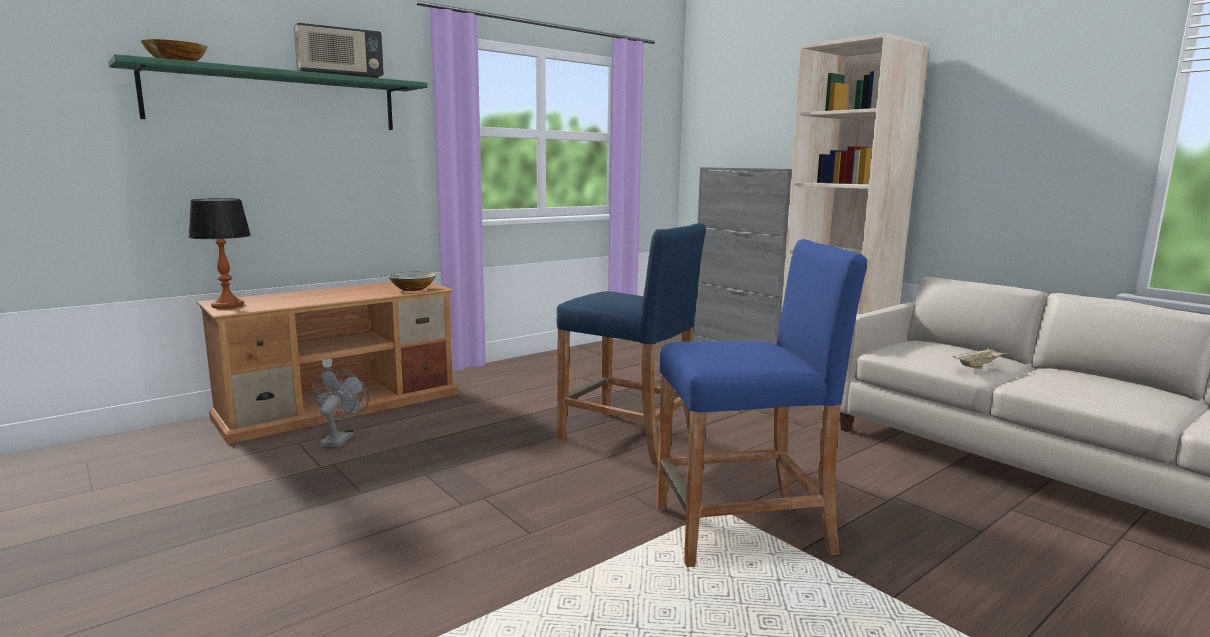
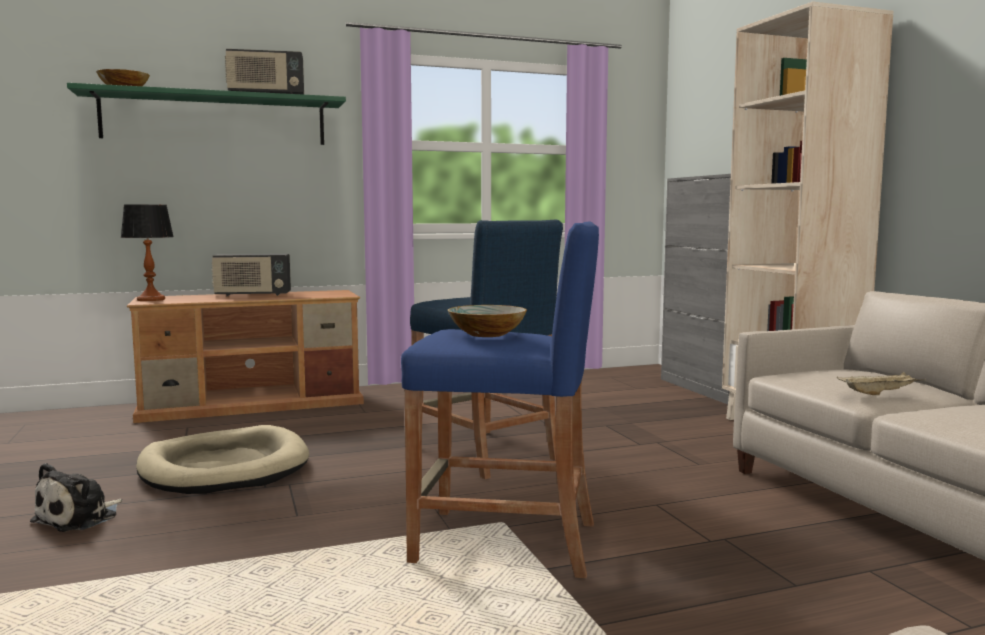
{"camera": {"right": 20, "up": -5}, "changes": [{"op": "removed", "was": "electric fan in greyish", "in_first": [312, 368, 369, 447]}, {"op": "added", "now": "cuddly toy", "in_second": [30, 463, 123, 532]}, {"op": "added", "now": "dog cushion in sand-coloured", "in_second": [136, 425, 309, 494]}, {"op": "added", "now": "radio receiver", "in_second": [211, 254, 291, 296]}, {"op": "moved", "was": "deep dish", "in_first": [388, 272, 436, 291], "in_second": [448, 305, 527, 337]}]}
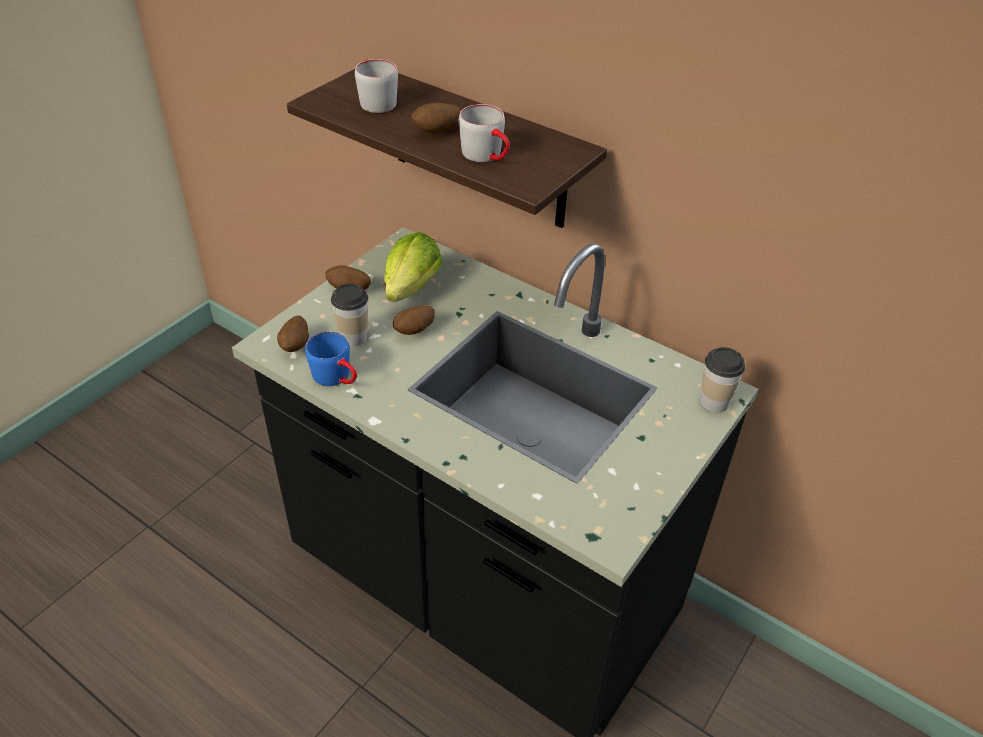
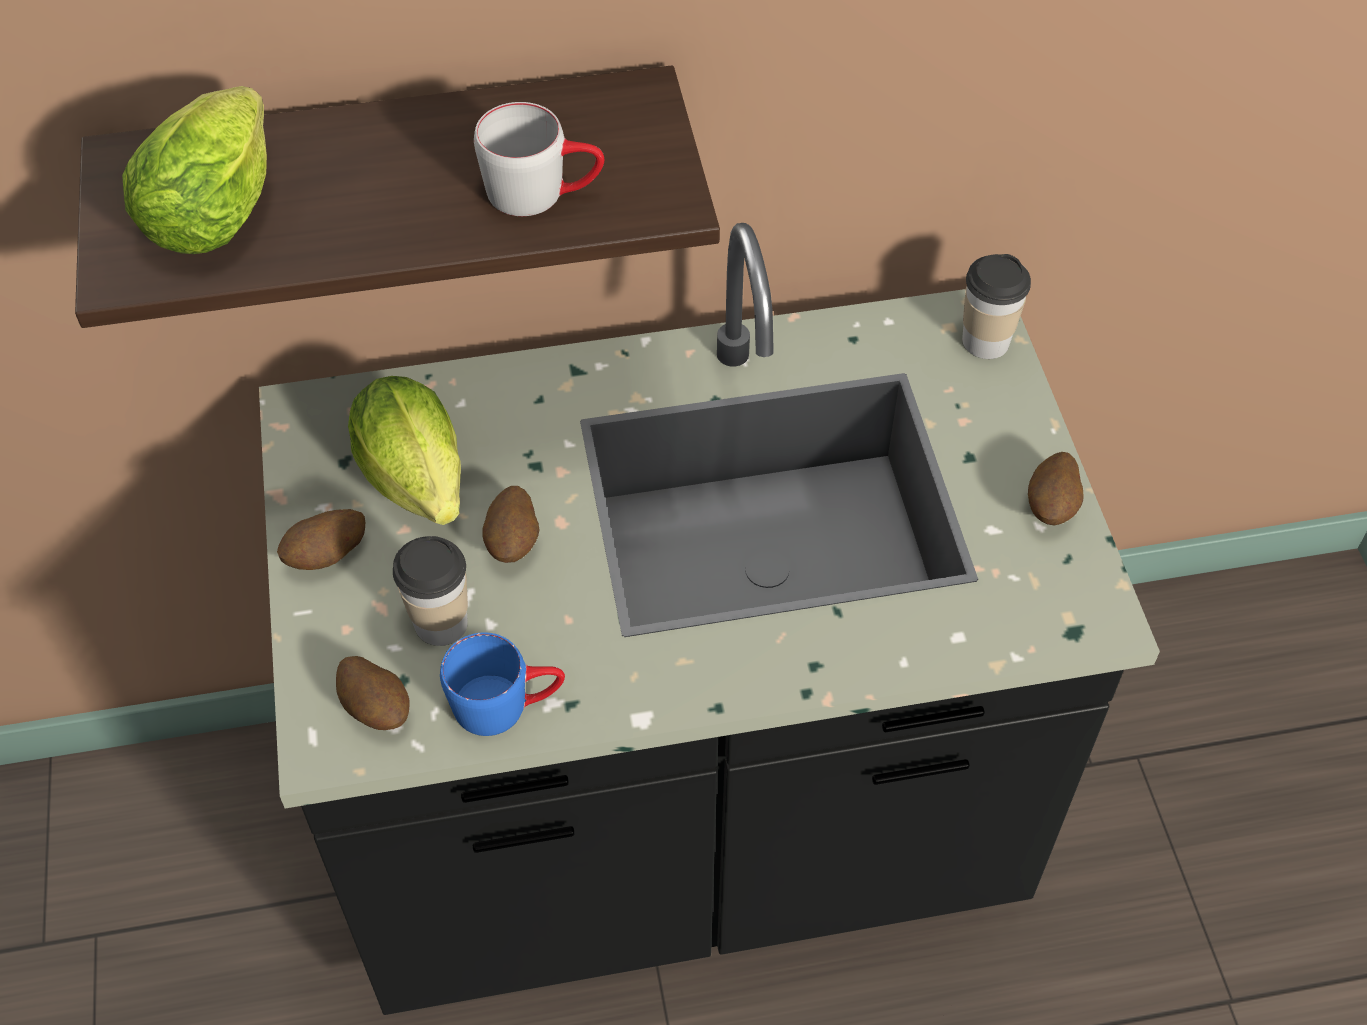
{"camera": {"right": -45, "up": 10}, "changes": [{"op": "moved", "was": "potato", "in_first": [411, 103, 461, 134], "in_second": [1028, 452, 1083, 525]}, {"op": "replaced", "was": "coffee mug in greyish", "now": "head of lettuce", "in_first": [355, 59, 398, 113], "in_second": [122, 86, 267, 254]}]}
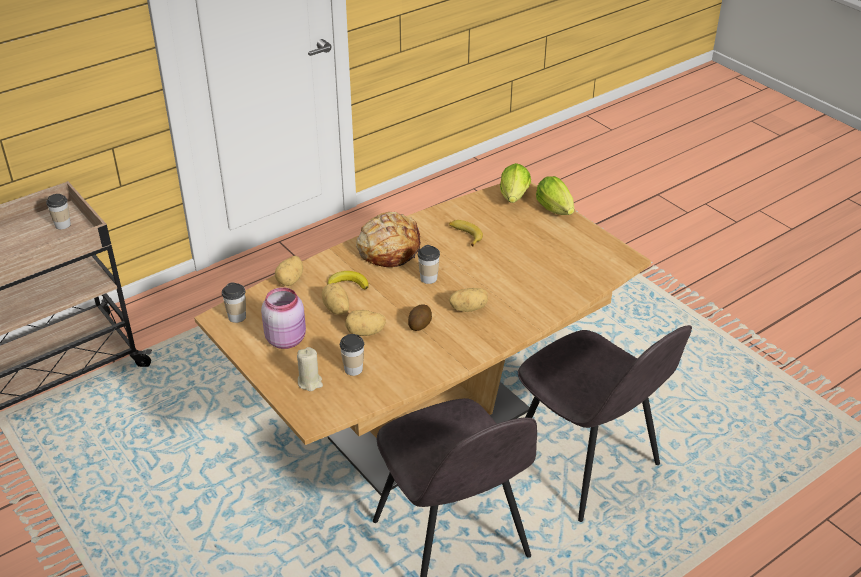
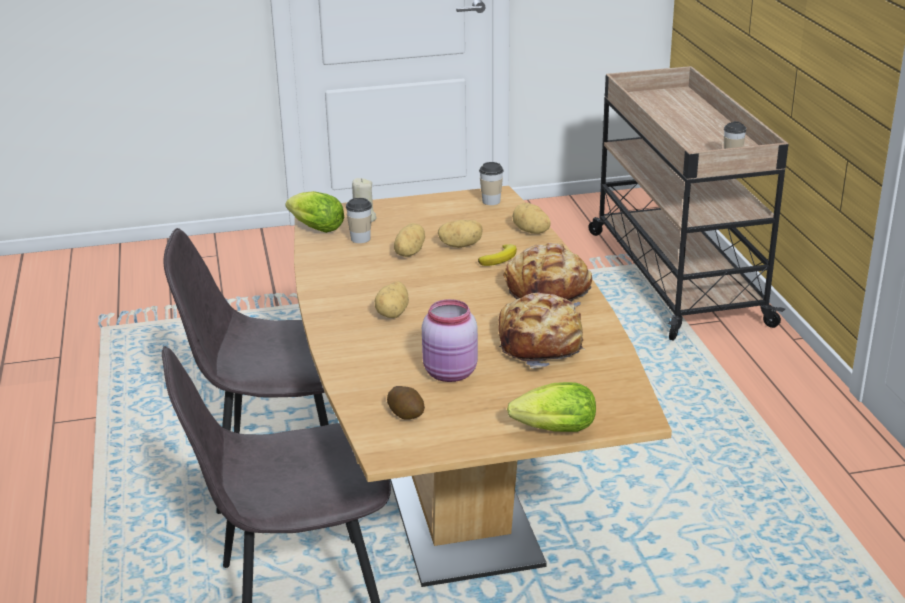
{"camera": {"right": 115, "up": -10}, "changes": [{"op": "removed", "was": "cup", "in_first": [418, 245, 440, 284]}, {"op": "moved", "was": "jar in pinkish", "in_first": [261, 287, 306, 349], "in_second": [422, 299, 478, 382]}, {"op": "moved", "was": "potato", "in_first": [408, 305, 432, 331], "in_second": [387, 386, 425, 420]}, {"op": "moved", "was": "head of lettuce", "in_first": [500, 163, 531, 203], "in_second": [285, 191, 344, 233]}, {"op": "replaced", "was": "banana", "now": "bread", "in_first": [449, 220, 483, 246], "in_second": [498, 292, 586, 369]}]}
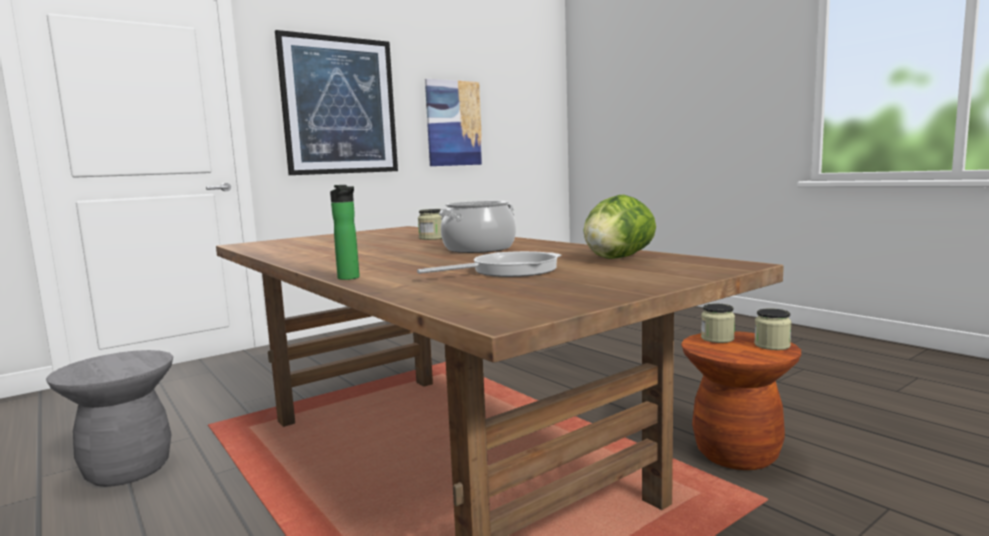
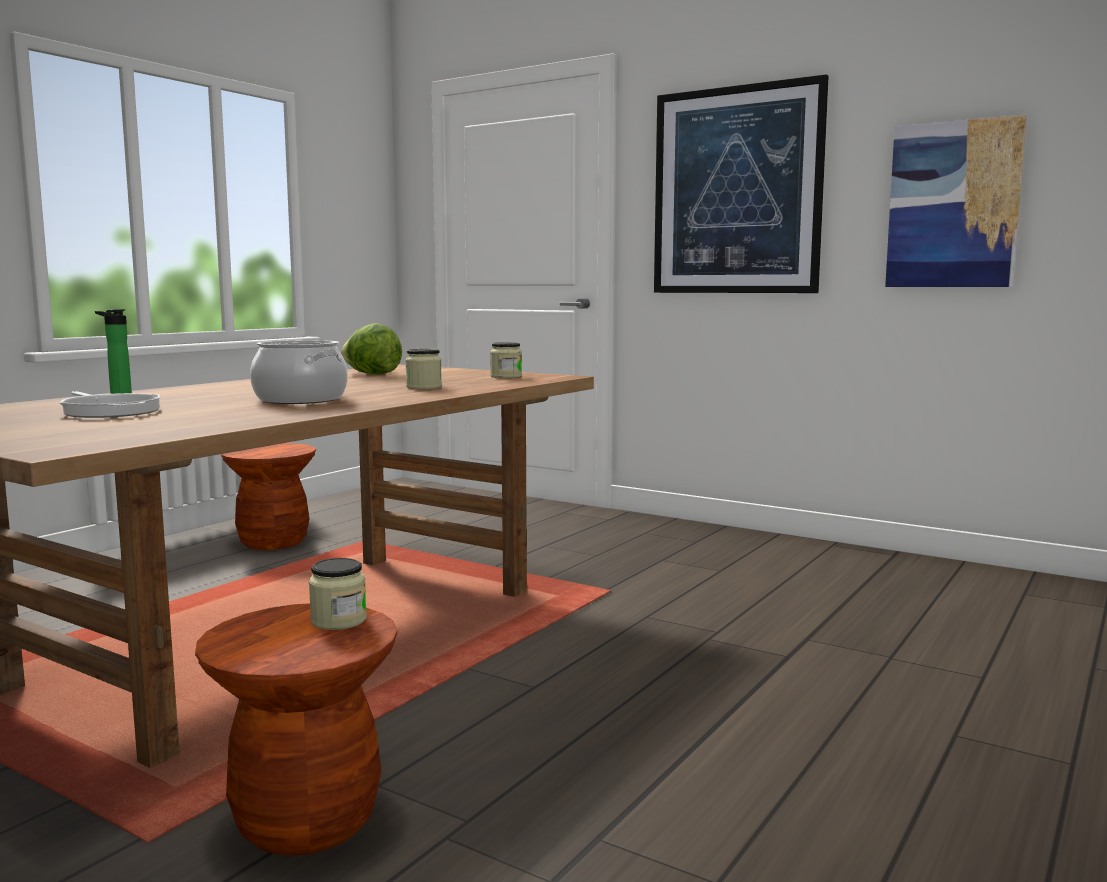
{"camera": {"right": 70, "up": 0}, "changes": [{"op": "moved", "was": "head of lettuce", "in_first": [583, 195, 656, 259], "in_second": [341, 323, 402, 375]}, {"op": "moved", "was": "jar", "in_first": [754, 308, 792, 350], "in_second": [490, 342, 522, 378]}, {"op": "recoloured", "was": "sitting stool in greyish", "now": "sitting stool in brownish", "in_first": [46, 350, 173, 487], "in_second": [221, 443, 316, 550]}]}
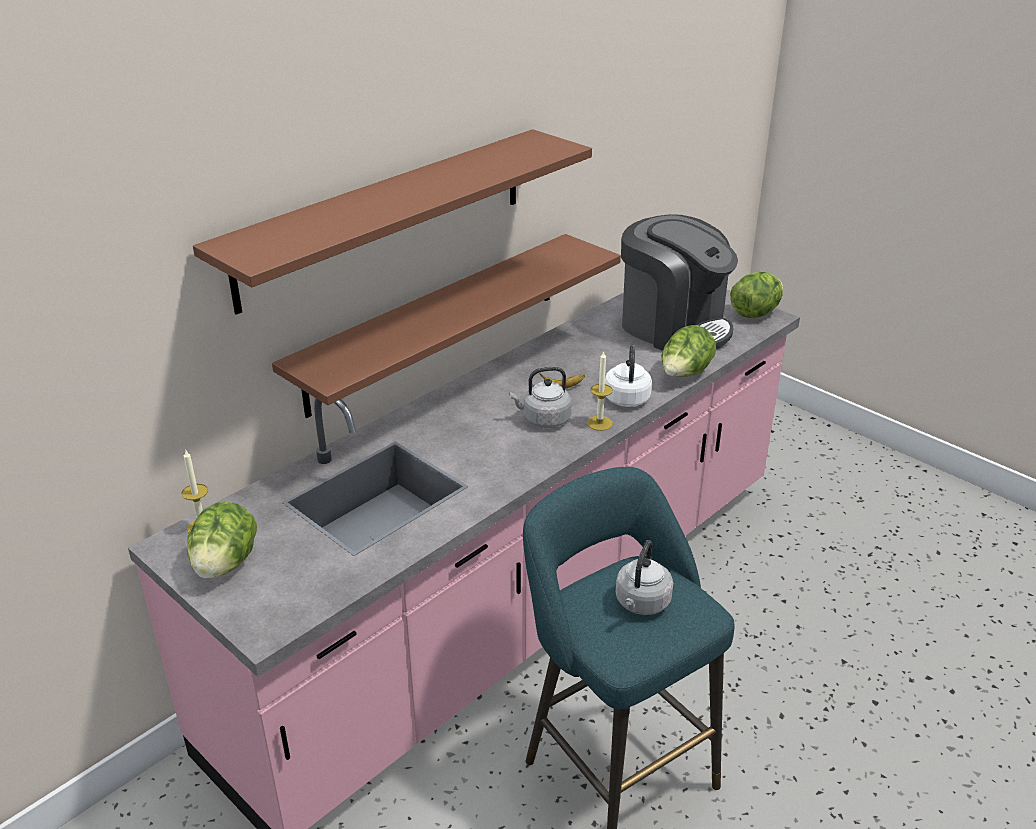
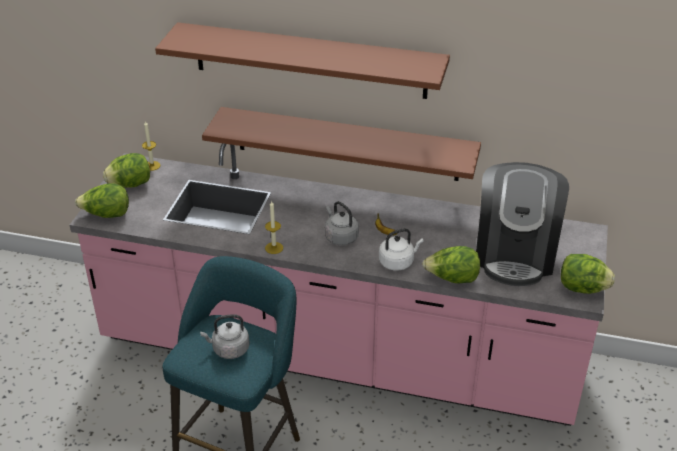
{"camera": {"right": 60, "up": 5}, "changes": [{"op": "added", "now": "head of lettuce", "in_second": [75, 183, 129, 218]}, {"op": "moved", "was": "wax light", "in_first": [587, 351, 613, 431], "in_second": [265, 200, 283, 254]}]}
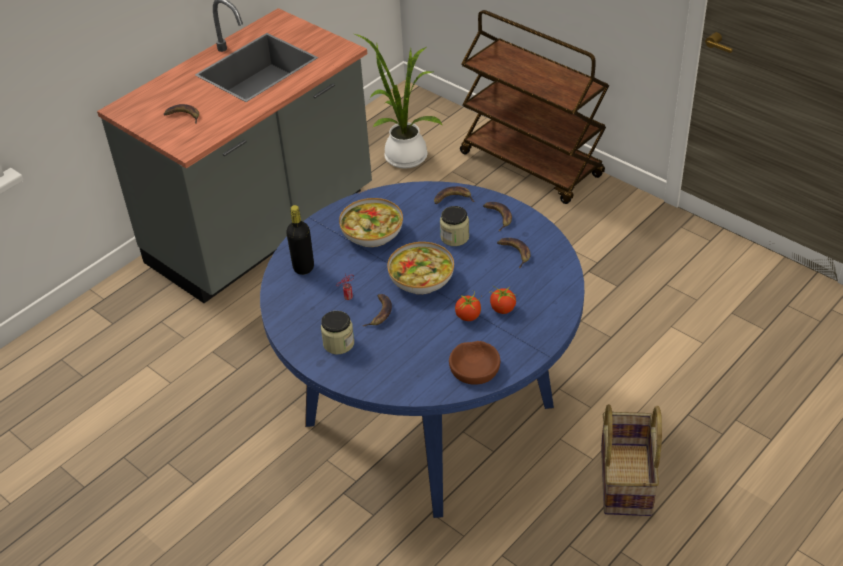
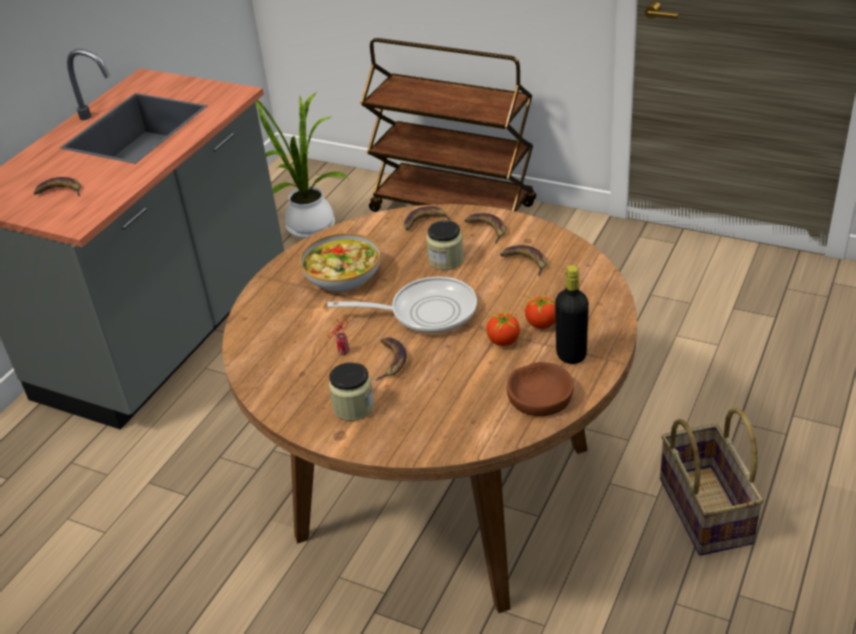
{"camera": {"right": -15, "up": -5}, "changes": [{"op": "moved", "was": "drink bottle in black", "in_first": [286, 205, 314, 275], "in_second": [555, 265, 589, 364]}, {"op": "replaced", "was": "deep dish", "now": "skillet", "in_first": [387, 242, 454, 294], "in_second": [327, 277, 477, 334]}, {"op": "recoloured", "was": "dinner table in blue-coloured", "now": "dinner table in brownish", "in_first": [260, 181, 584, 518], "in_second": [222, 204, 637, 613]}]}
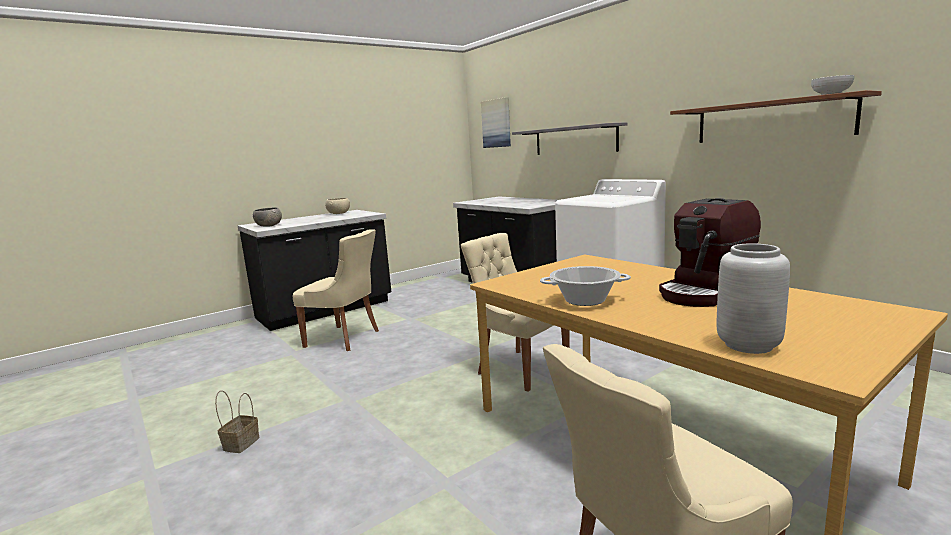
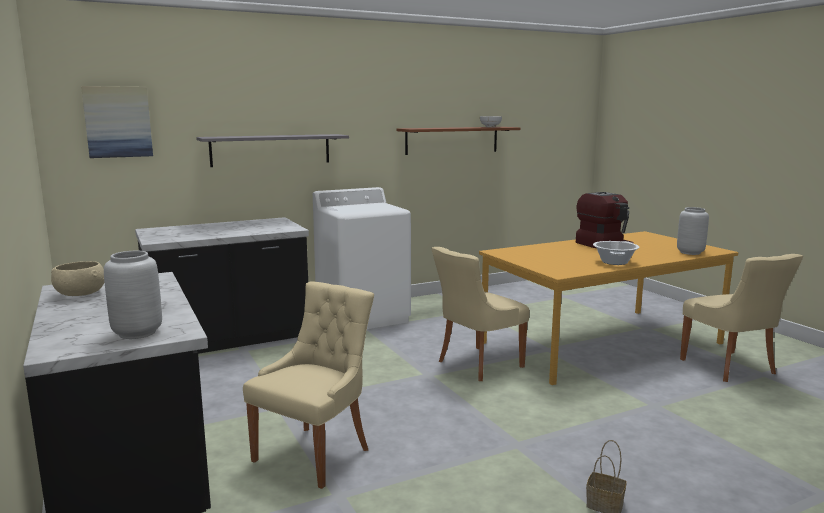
{"camera": {"right": -80, "up": 0}, "changes": [{"op": "replaced", "was": "deep dish in greyish", "now": "vase in greyish", "in_first": [253, 208, 282, 227], "in_second": [104, 251, 162, 339]}]}
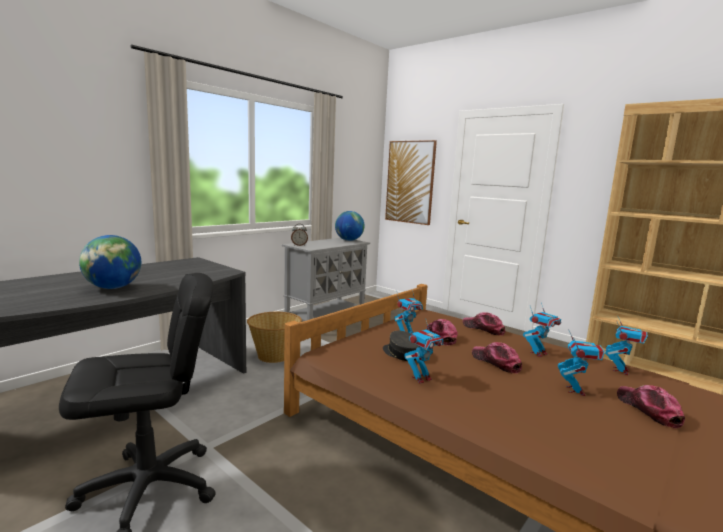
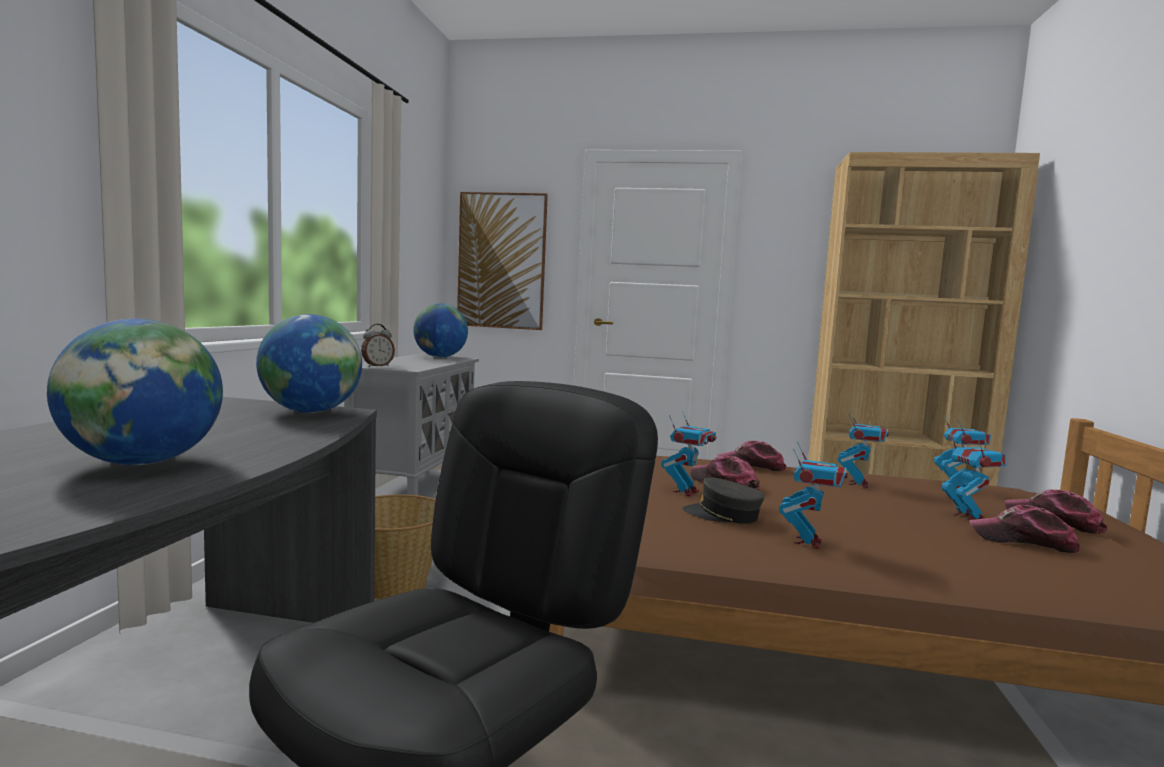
{"camera": {"right": -30, "up": -5}, "changes": [{"op": "added", "now": "desk globe", "in_second": [256, 314, 362, 413]}, {"op": "moved", "was": "peaked cap", "in_first": [472, 342, 522, 374], "in_second": [969, 505, 1080, 554]}]}
